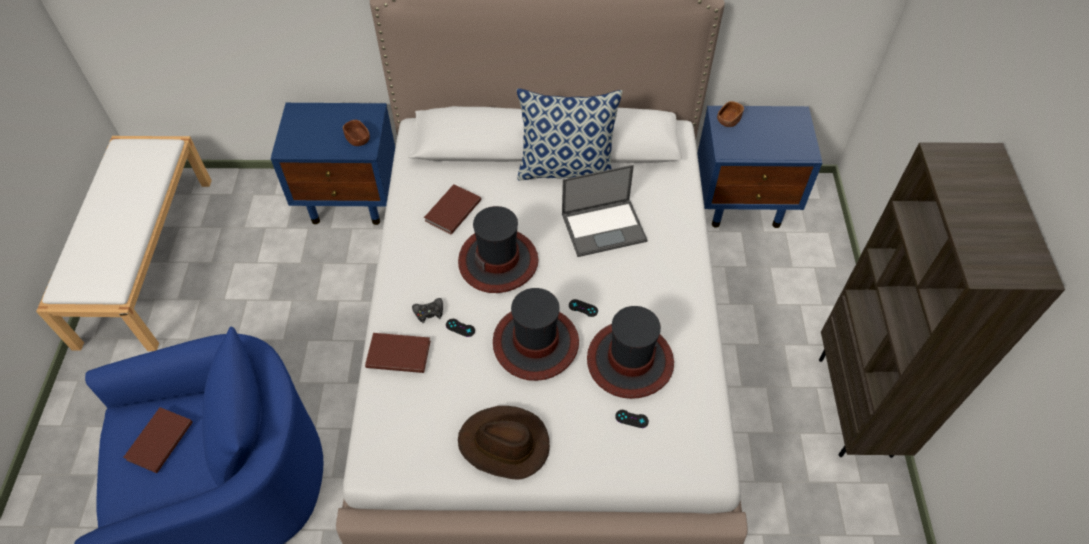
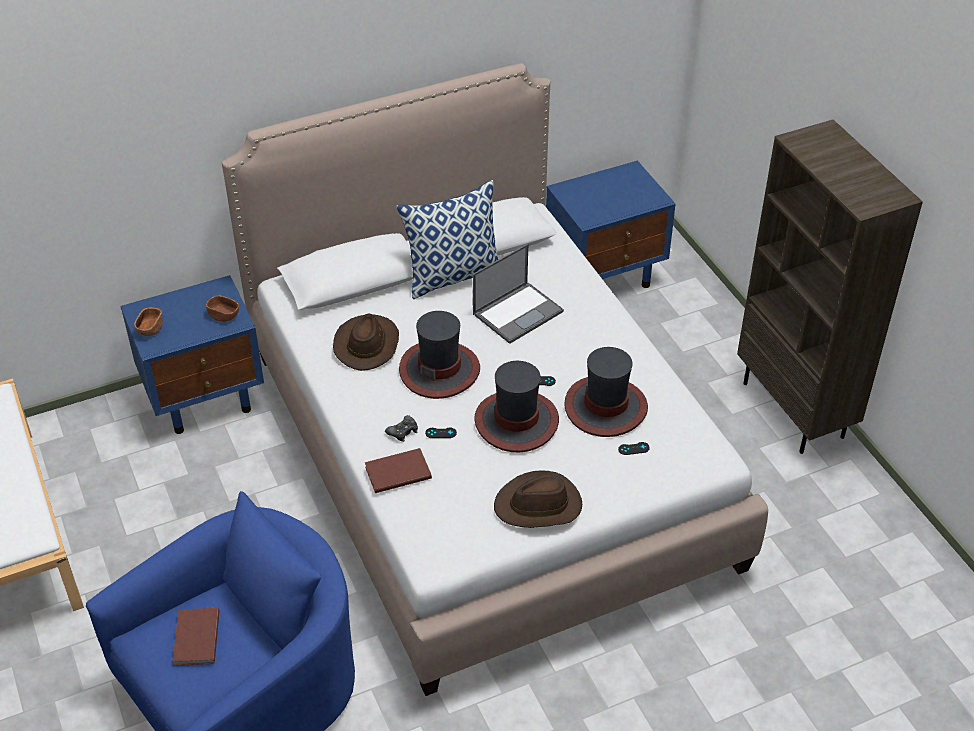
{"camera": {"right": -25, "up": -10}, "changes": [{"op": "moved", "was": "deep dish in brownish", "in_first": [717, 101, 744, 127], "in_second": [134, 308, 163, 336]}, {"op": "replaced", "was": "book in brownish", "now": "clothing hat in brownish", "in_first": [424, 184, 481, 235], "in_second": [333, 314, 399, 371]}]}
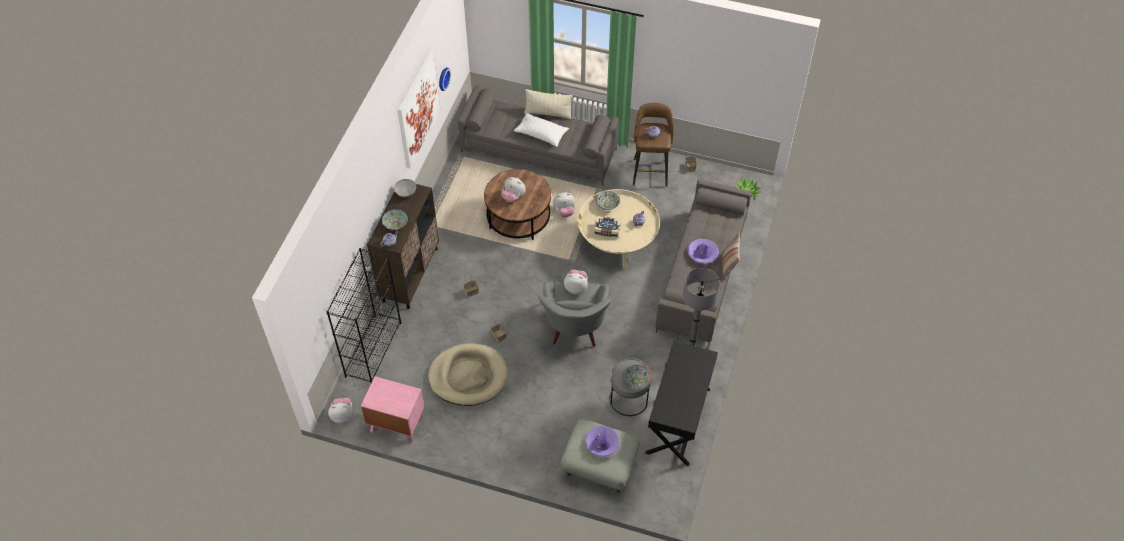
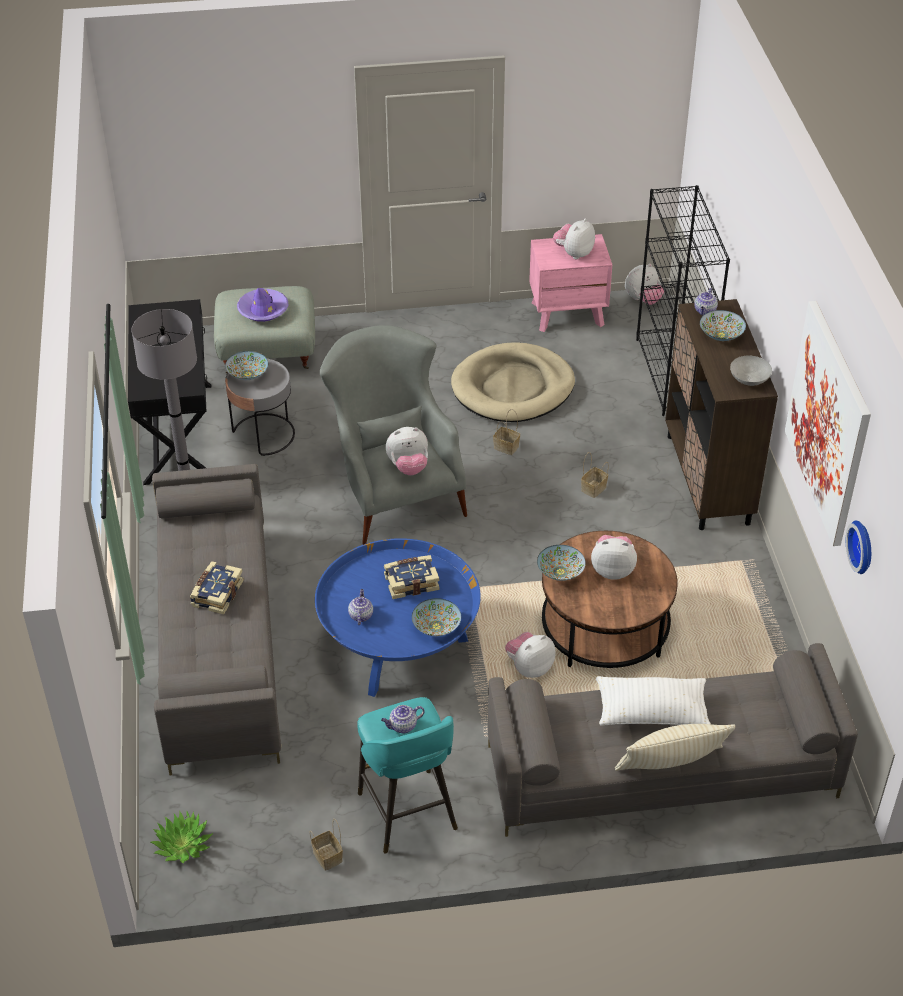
{"camera": {"right": 155, "up": -10}, "changes": [{"op": "removed", "was": "throw pillow", "in_first": [722, 233, 740, 280]}, {"op": "added", "now": "deep dish", "in_second": [537, 545, 586, 581]}, {"op": "added", "now": "cuddly toy", "in_second": [553, 218, 595, 259]}, {"op": "replaced", "was": "clothing hat in purplish", "now": "book", "in_first": [687, 239, 719, 264], "in_second": [190, 561, 244, 614]}, {"op": "recoloured", "was": "coffee table in sand-coloured", "now": "coffee table in blue-coloured", "in_first": [577, 189, 660, 271], "in_second": [315, 538, 481, 697]}, {"op": "recoloured", "was": "sitting stool in brownish", "now": "sitting stool in turquoise", "in_first": [633, 103, 673, 187], "in_second": [357, 697, 458, 854]}]}
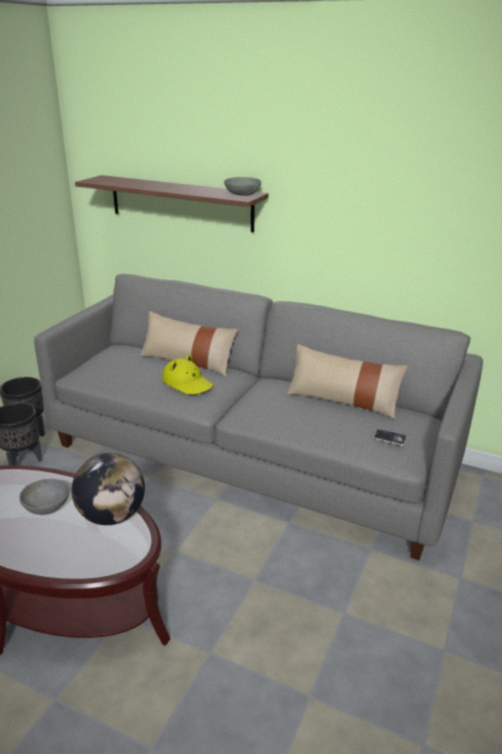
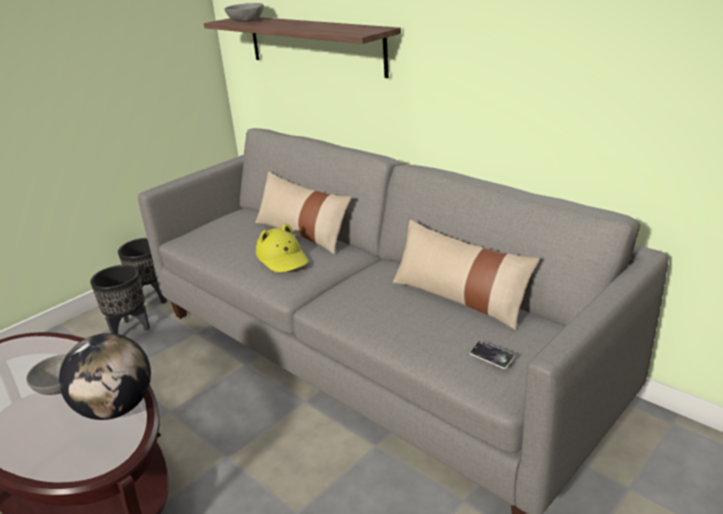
{"camera": {"right": 20, "up": 0}, "changes": [{"op": "moved", "was": "deep dish in greyish", "in_first": [224, 177, 261, 196], "in_second": [225, 3, 264, 22]}]}
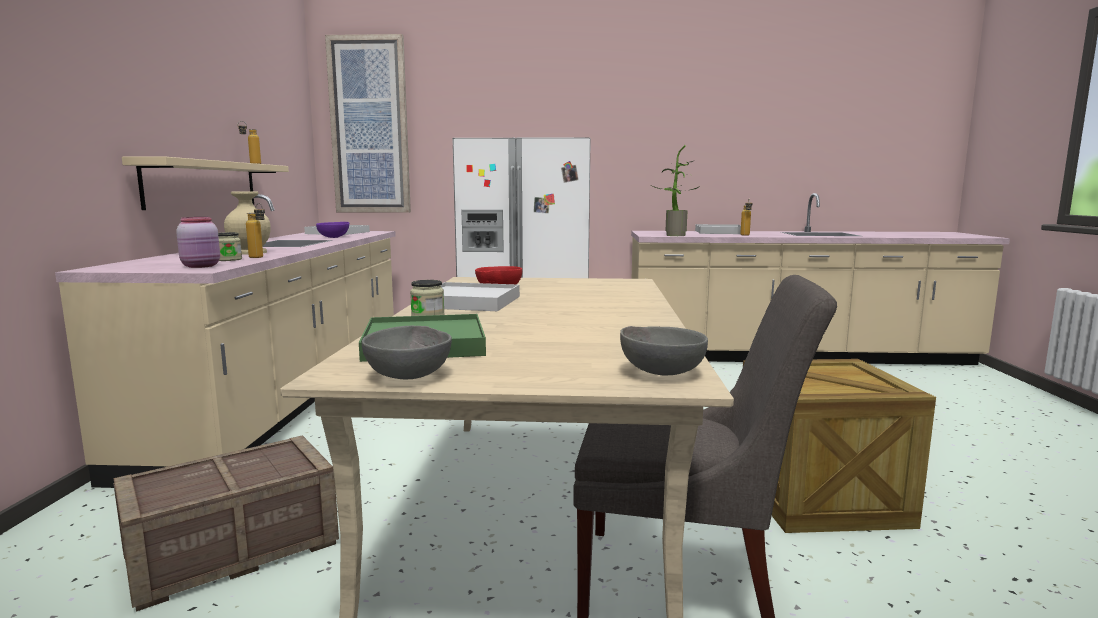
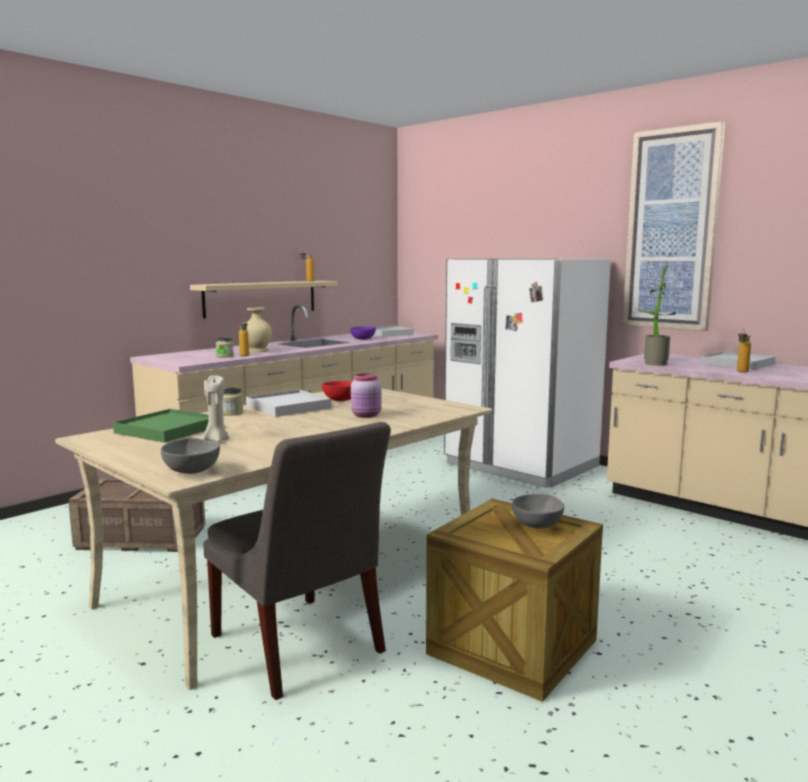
{"camera": {"right": 40, "up": 0}, "changes": [{"op": "added", "now": "wax light in sand-coloured", "in_second": [203, 375, 229, 442]}, {"op": "moved", "was": "jar in pinkish", "in_first": [176, 217, 220, 268], "in_second": [351, 373, 382, 418]}, {"op": "moved", "was": "wall picture", "in_first": [325, 34, 411, 213], "in_second": [622, 121, 725, 331]}, {"op": "moved", "was": "deep dish in greyish", "in_first": [362, 326, 452, 379], "in_second": [512, 494, 564, 529]}]}
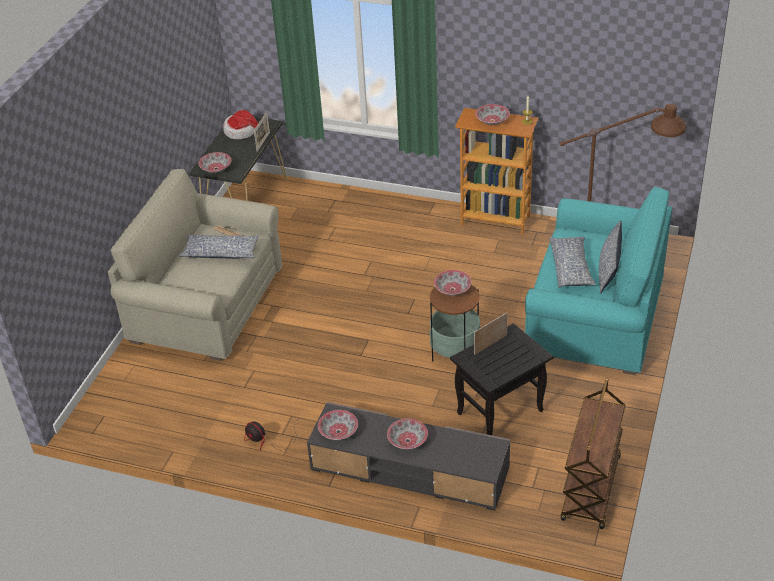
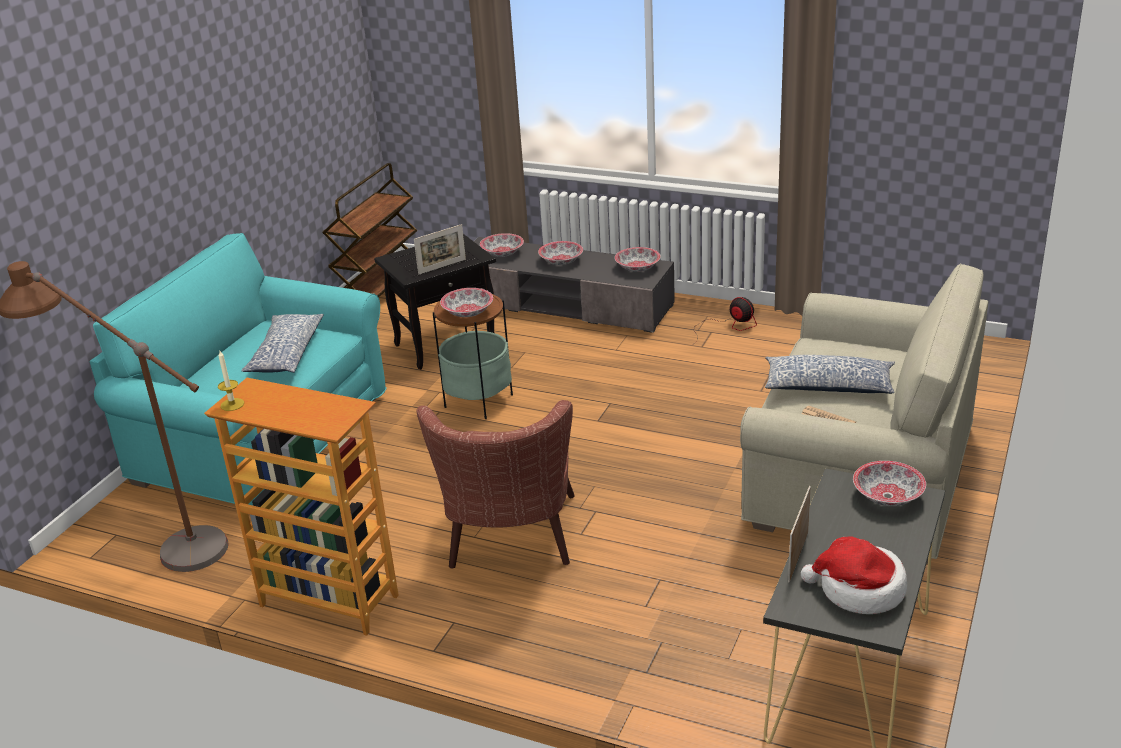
{"camera": {"right": -175, "up": -10}, "changes": [{"op": "removed", "was": "throw pillow", "in_first": [599, 220, 622, 294]}, {"op": "added", "now": "lounge chair in brownish", "in_second": [416, 400, 575, 568]}, {"op": "moved", "was": "deep dish", "in_first": [475, 104, 510, 125], "in_second": [480, 233, 524, 257]}]}
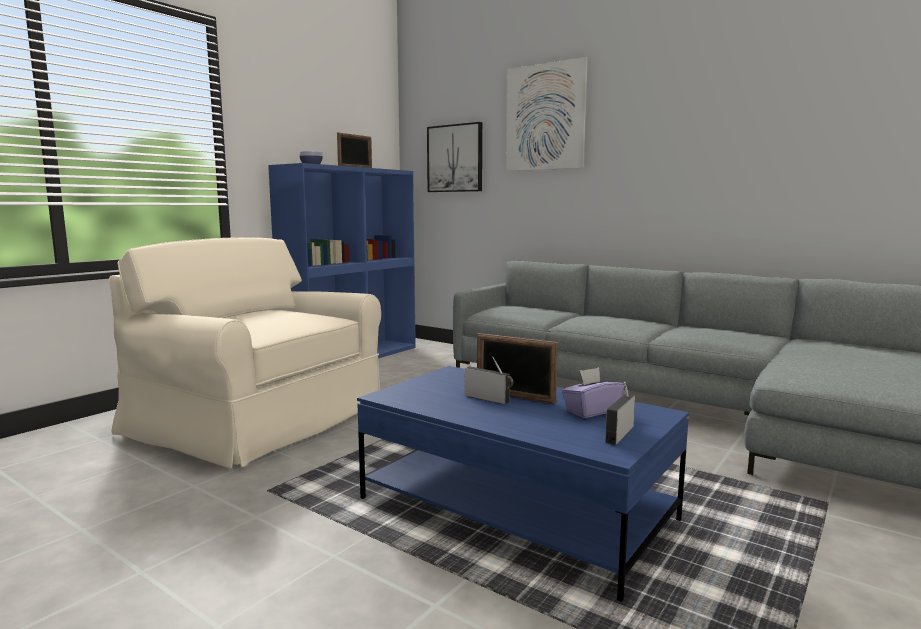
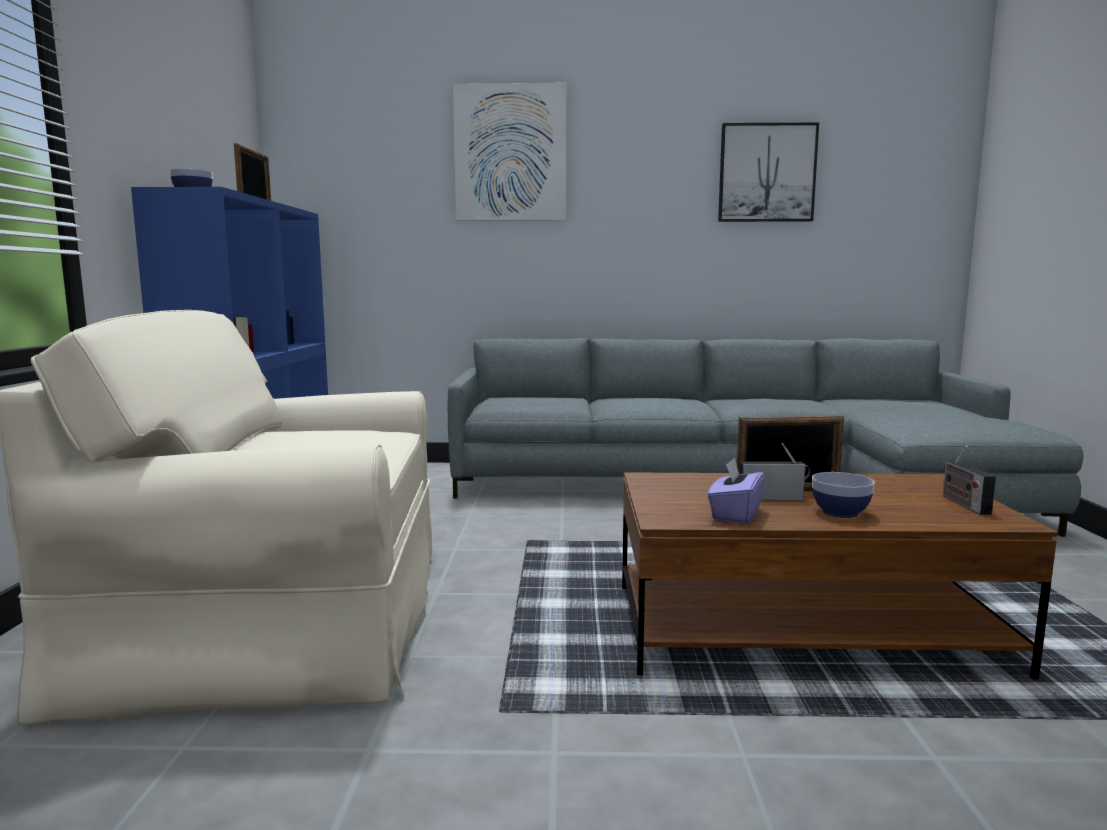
{"camera": {"right": -35, "up": 0}, "changes": [{"op": "added", "now": "deep dish", "in_second": [812, 472, 875, 518]}, {"op": "moved", "was": "wall picture", "in_first": [427, 122, 482, 192], "in_second": [718, 123, 819, 222]}, {"op": "moved", "was": "box of tissues in purplish", "in_first": [561, 367, 624, 418], "in_second": [707, 457, 765, 524]}, {"op": "recoloured", "was": "coffee table in blue-coloured", "now": "coffee table in brownish", "in_first": [357, 366, 689, 602], "in_second": [622, 472, 1058, 680]}]}
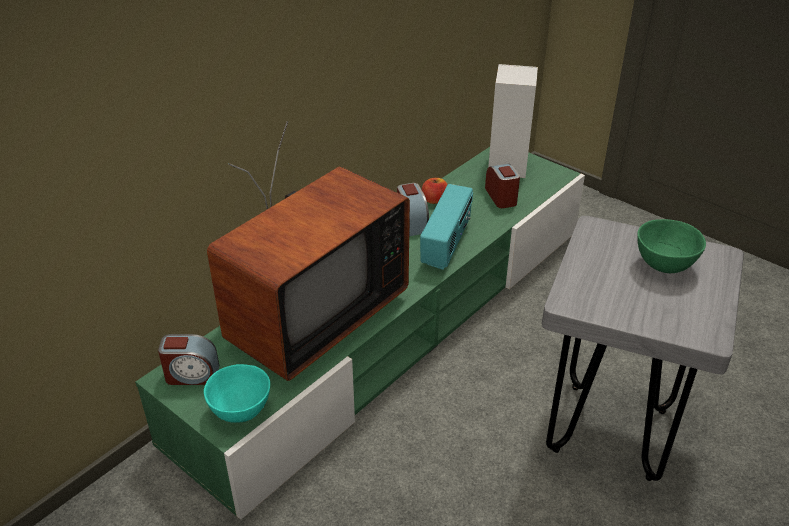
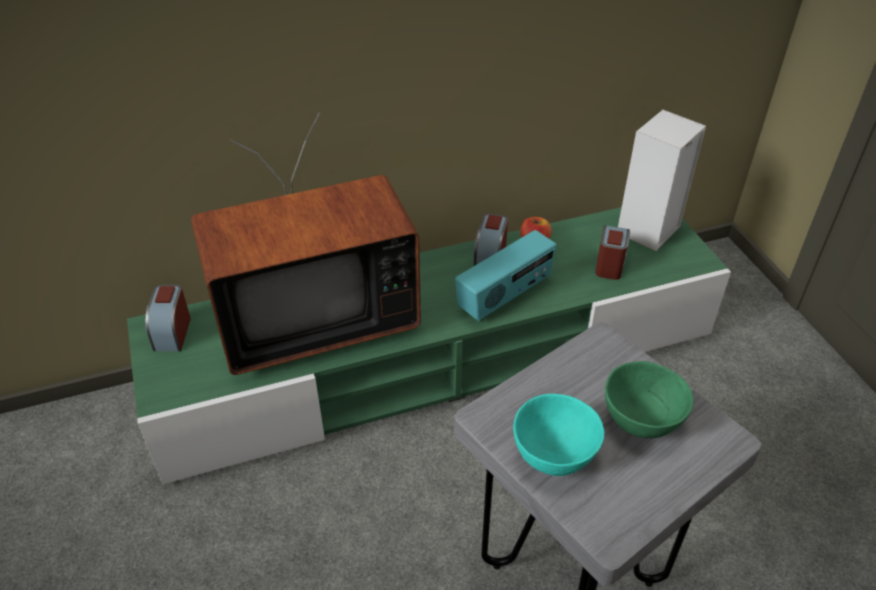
{"camera": {"right": 30, "up": 5}, "changes": [{"op": "moved", "was": "deep dish in turquoise", "in_first": [204, 364, 270, 423], "in_second": [513, 394, 604, 476]}, {"op": "turned", "was": "table clock", "in_first": [158, 334, 219, 385], "in_second": [145, 285, 191, 351], "clockwise": 60}]}
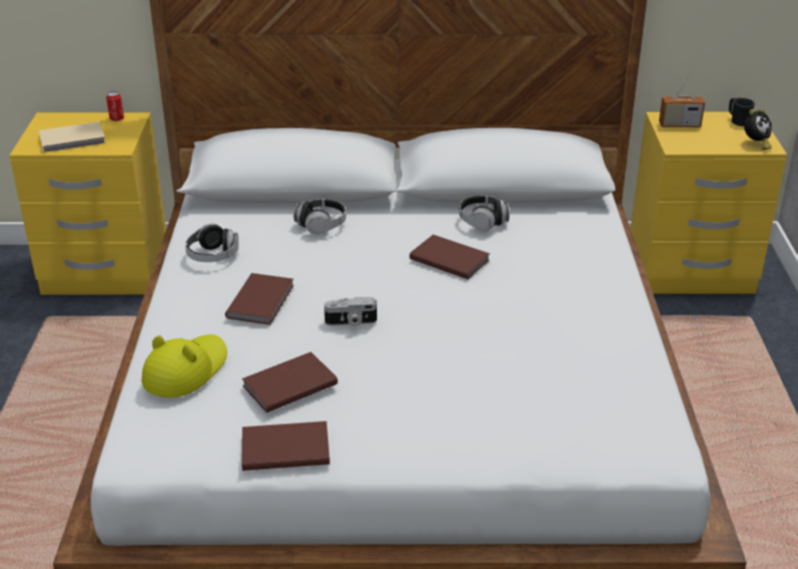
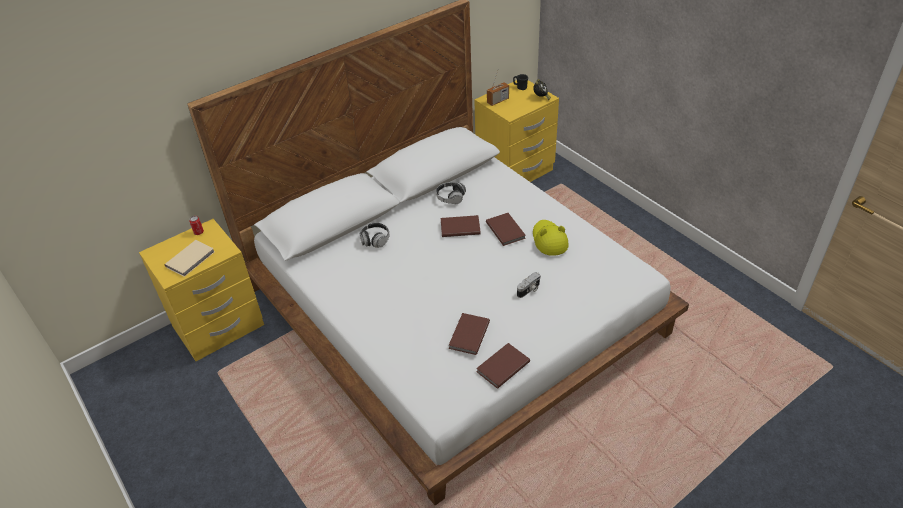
{"camera": {"right": -35, "up": 10}, "changes": [{"op": "removed", "was": "pair of headphones", "in_first": [185, 224, 239, 262]}, {"op": "moved", "was": "clothing hat in yellow-coloured", "in_first": [142, 334, 227, 398], "in_second": [533, 220, 569, 256]}, {"op": "moved", "was": "book in brownish", "in_first": [225, 273, 294, 325], "in_second": [486, 213, 526, 246]}, {"op": "moved", "was": "photo camera", "in_first": [324, 297, 377, 326], "in_second": [517, 272, 541, 298]}]}
